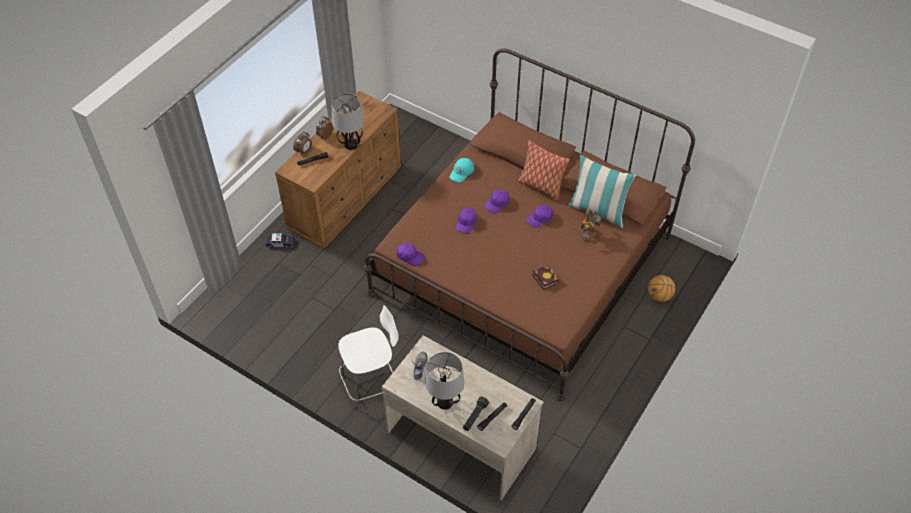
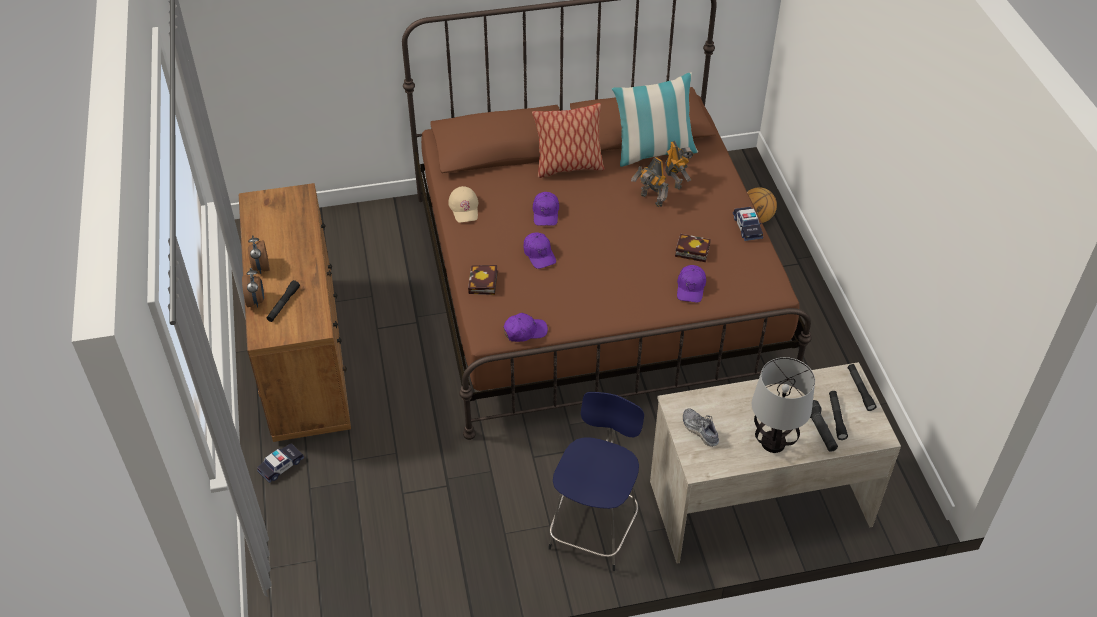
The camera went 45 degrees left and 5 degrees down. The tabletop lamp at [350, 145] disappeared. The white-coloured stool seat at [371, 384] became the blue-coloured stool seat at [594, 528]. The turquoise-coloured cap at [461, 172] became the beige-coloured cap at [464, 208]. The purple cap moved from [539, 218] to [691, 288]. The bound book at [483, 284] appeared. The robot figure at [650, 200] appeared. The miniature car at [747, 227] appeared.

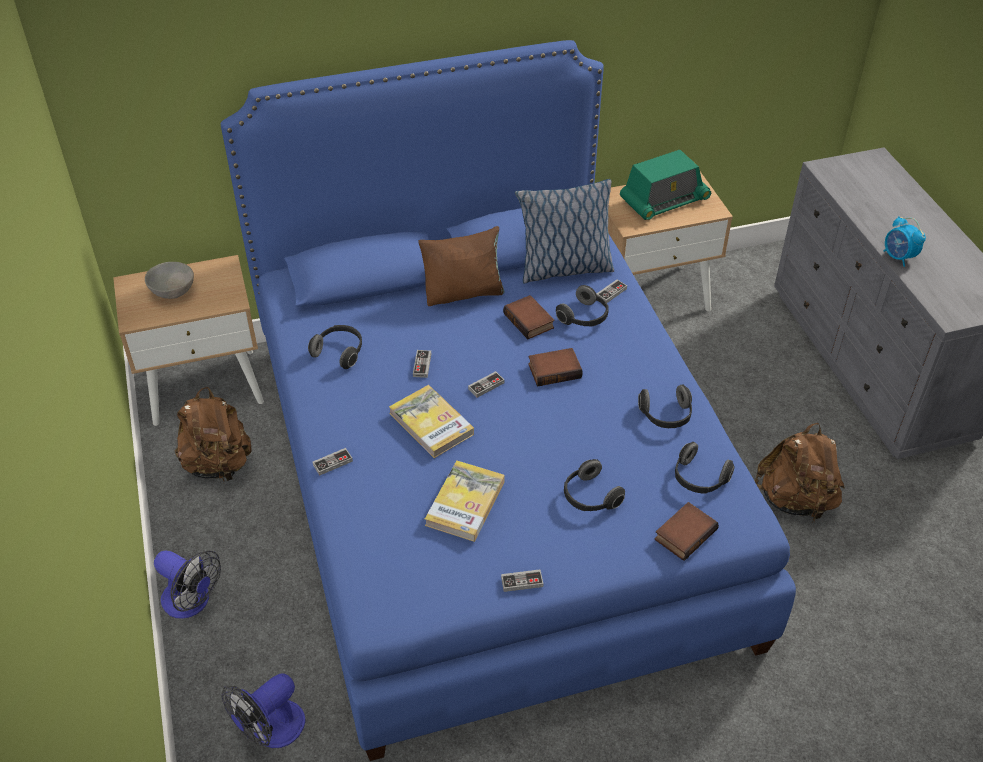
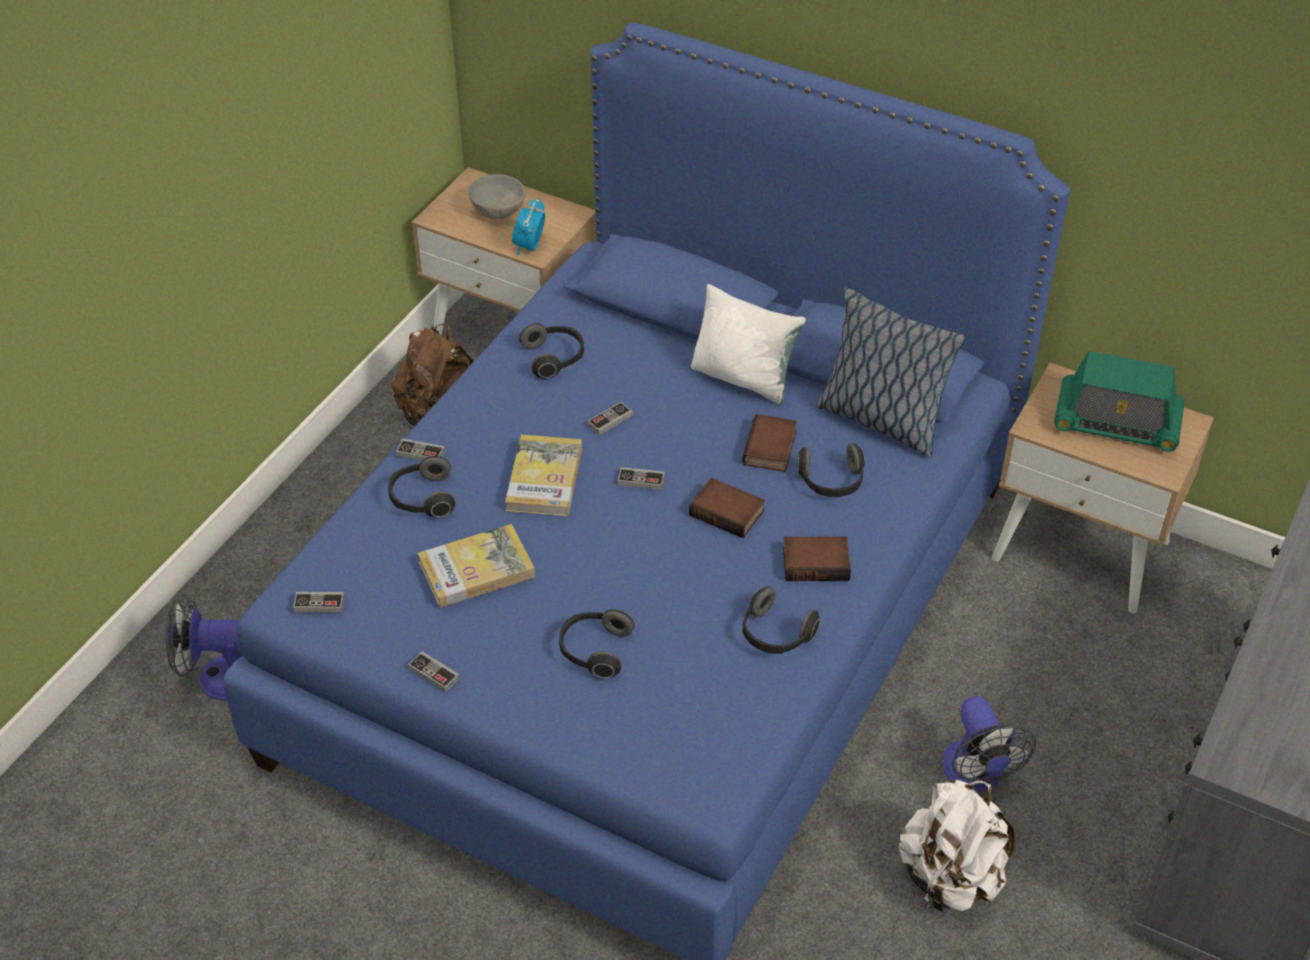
The camera went 45 degrees right and 0 degrees up. The electric fan moved from [192, 602] to [976, 775]. The brown-coloured cushion at [463, 293] became the white-coloured cushion at [744, 378]. The joypad moved from [611, 293] to [319, 604]. The bound book moved from [684, 533] to [816, 562]. The headphones moved from [699, 479] to [422, 499]. The brown-coloured knapsack at [795, 500] became the white-coloured knapsack at [950, 878]. The table clock moved from [898, 257] to [529, 247].

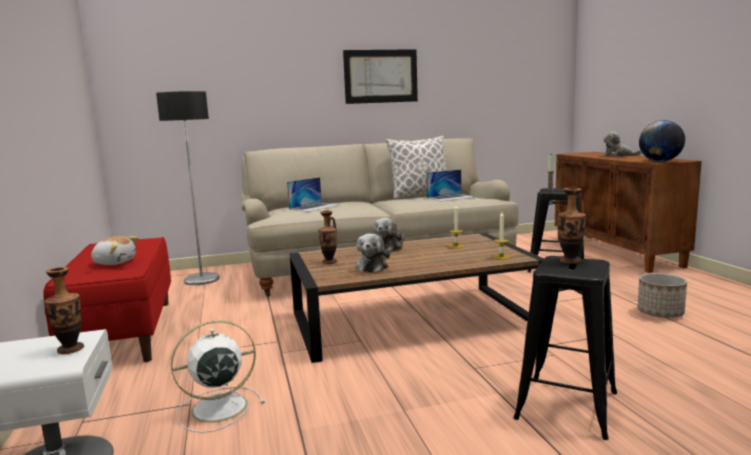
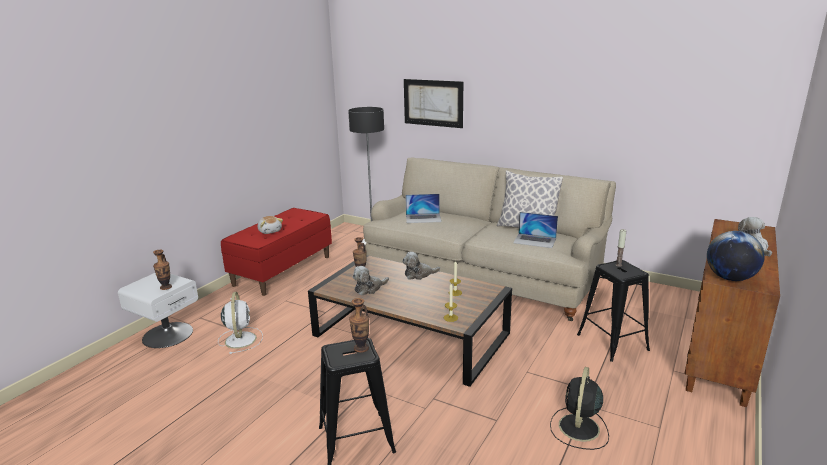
The camera went 45 degrees right and 10 degrees up. The white-coloured electric fan at [217, 408] turned 60 degrees clockwise. The wall picture moved from [381, 76] to [433, 103]. The flower pot at [660, 313] was replaced by the blackish electric fan at [578, 428].

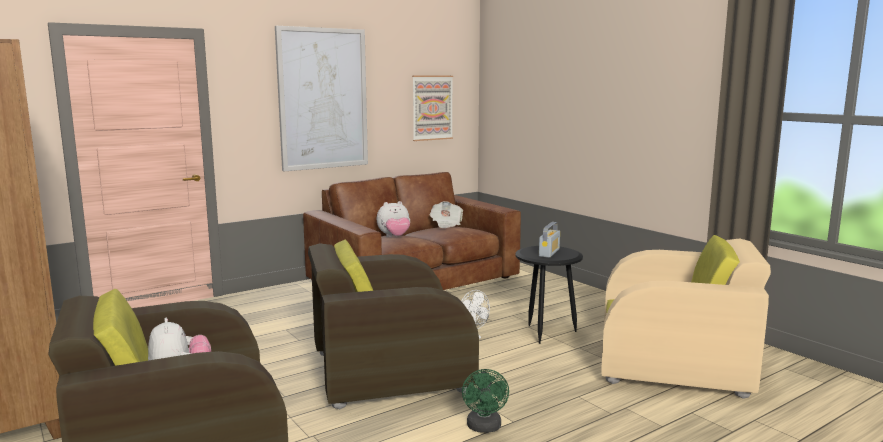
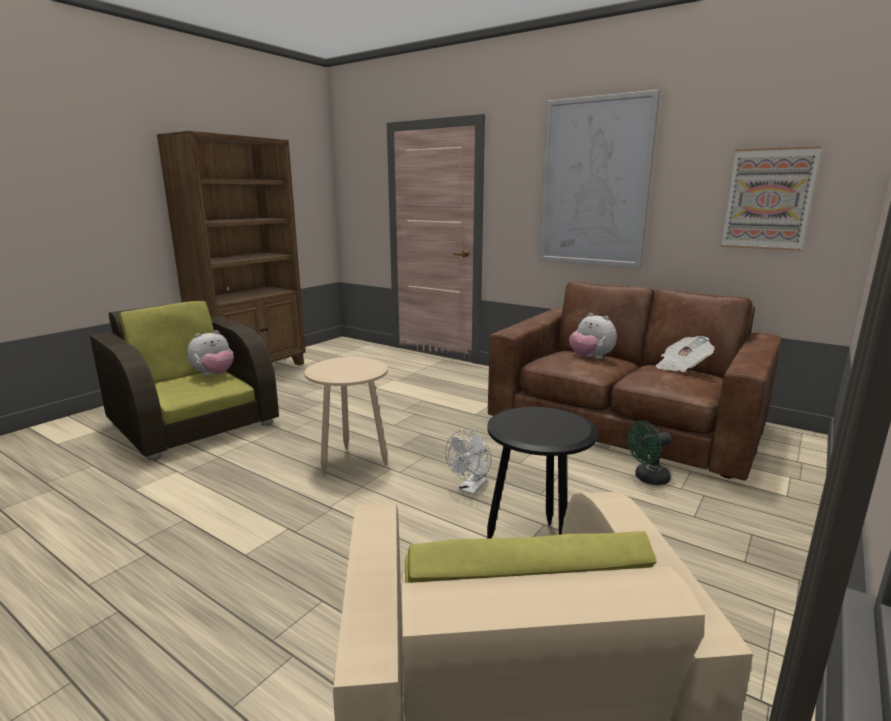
The camera went 70 degrees right and 5 degrees up. The brown-coloured easy chair at [388, 371] was replaced by the beige-coloured side table at [351, 461]. The green electric fan moved from [484, 428] to [647, 478]. The radio receiver at [549, 252] disappeared.

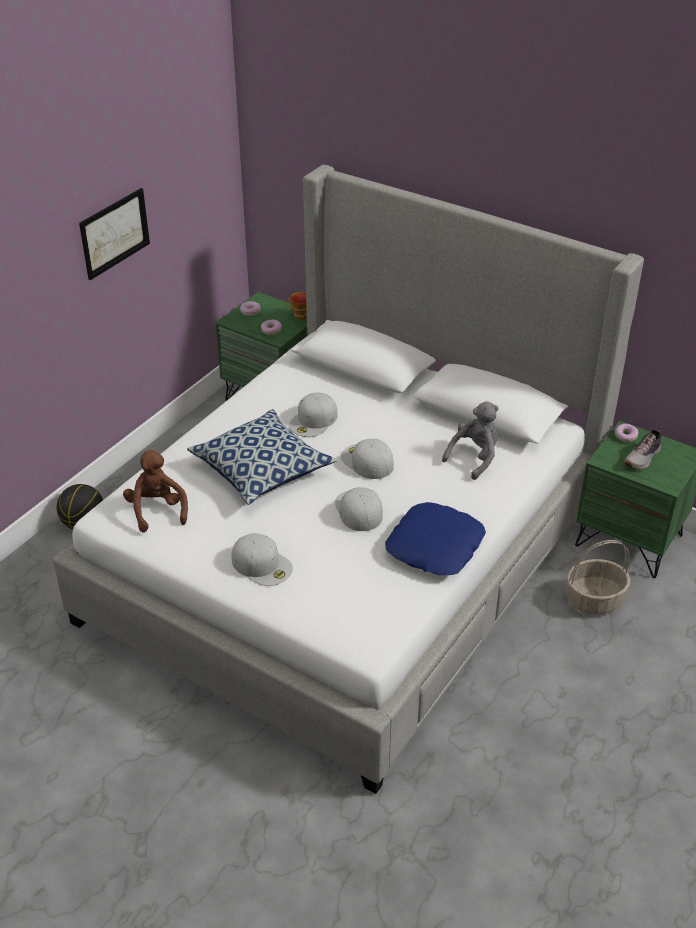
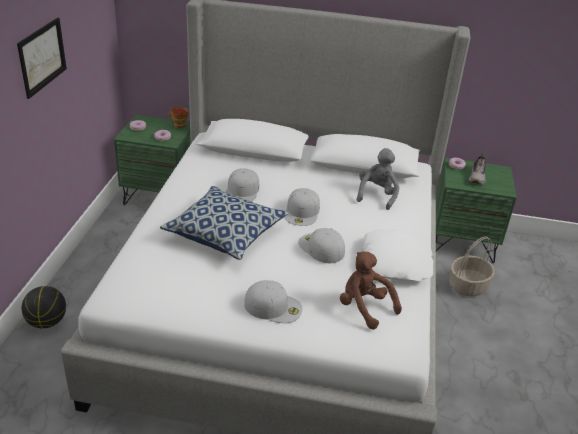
The camera went 25 degrees left and 5 degrees down. The brown-coloured plush toy moved from [157, 510] to [364, 307]. The white-coloured cap at [366, 461] turned 105 degrees counterclockwise. The blue-coloured cushion at [435, 547] became the white-coloured cushion at [396, 262].

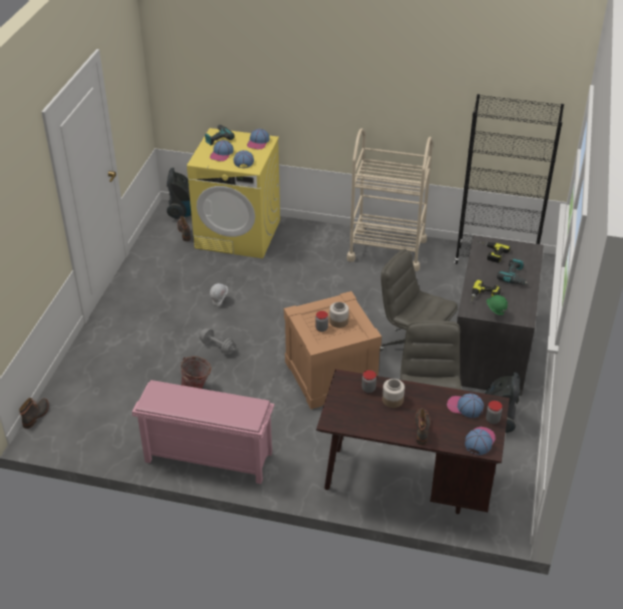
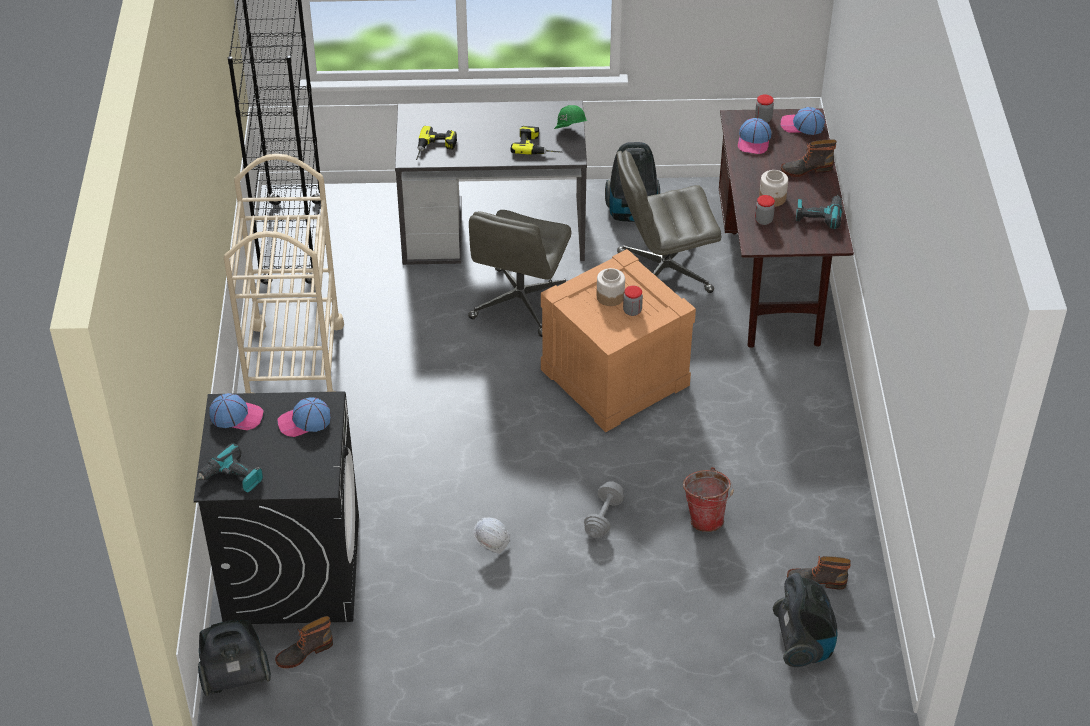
The camera went 105 degrees left and 5 degrees up. The tall boot moved from [36, 415] to [816, 580]. The pink-coloured shoe rack at [207, 458] disappeared. The yellow-coloured laundry appliance at [238, 234] became the blackish laundry appliance at [292, 568]. The cap at [221, 154] disappeared. The drill moved from [514, 277] to [818, 215]. The hoover at [803, 644] appeared.

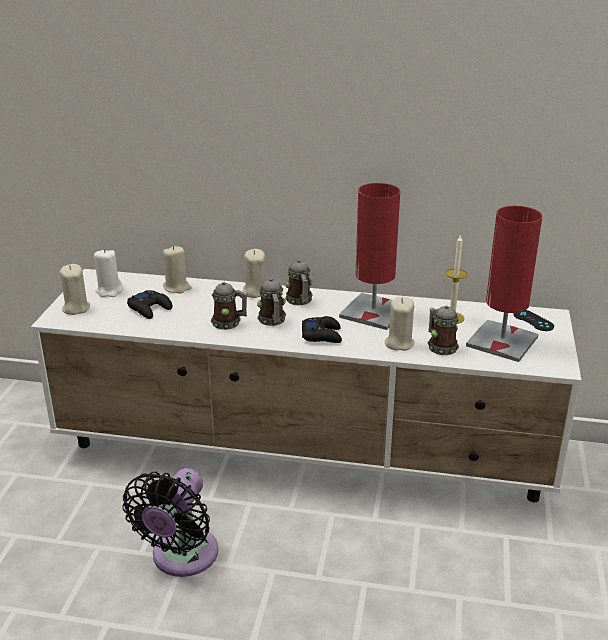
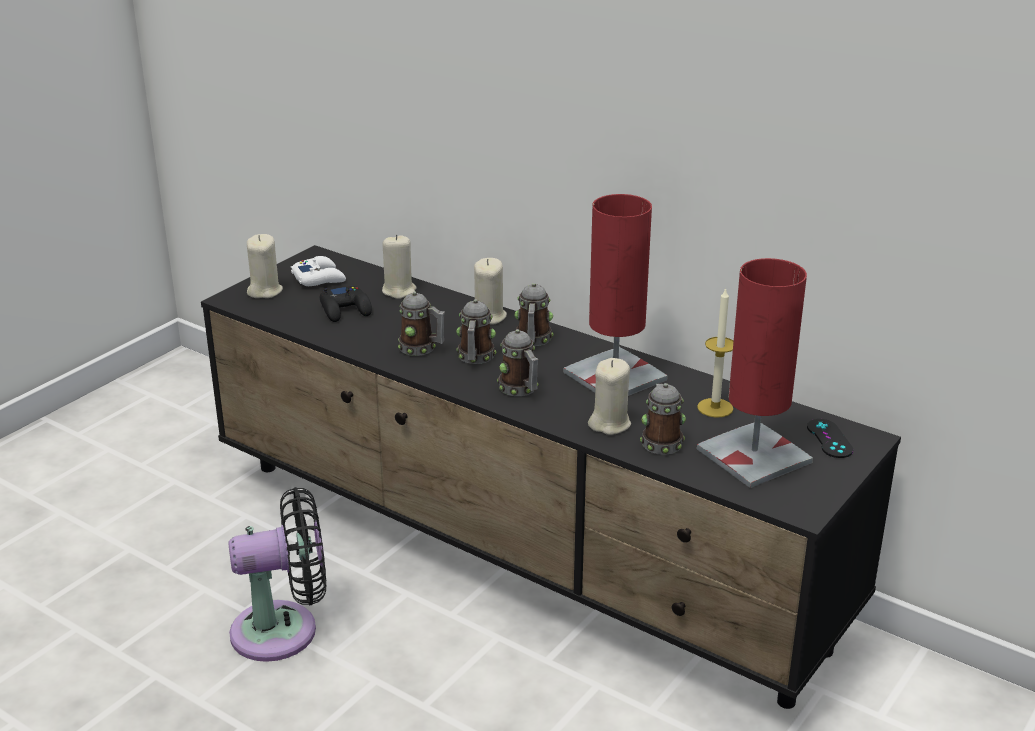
The camera went 25 degrees right and 0 degrees up. The white-coloured tv stand at [306, 454] became the blackish tv stand at [521, 554]. The white-coloured candle at [109, 291] was replaced by the white-coloured joypad at [319, 278]. The blackish electric fan at [181, 558] turned 150 degrees counterclockwise. The blackish joypad at [322, 335] was replaced by the mug at [520, 390].

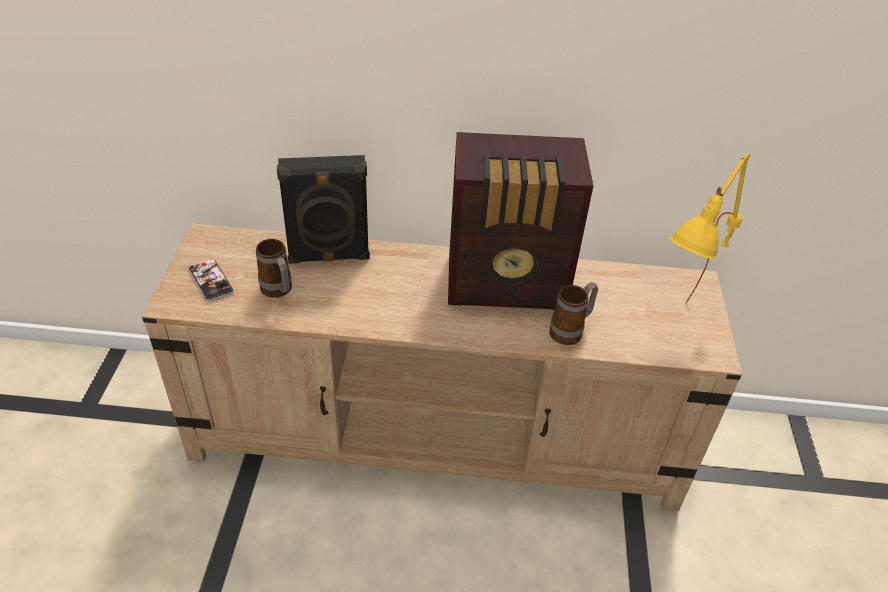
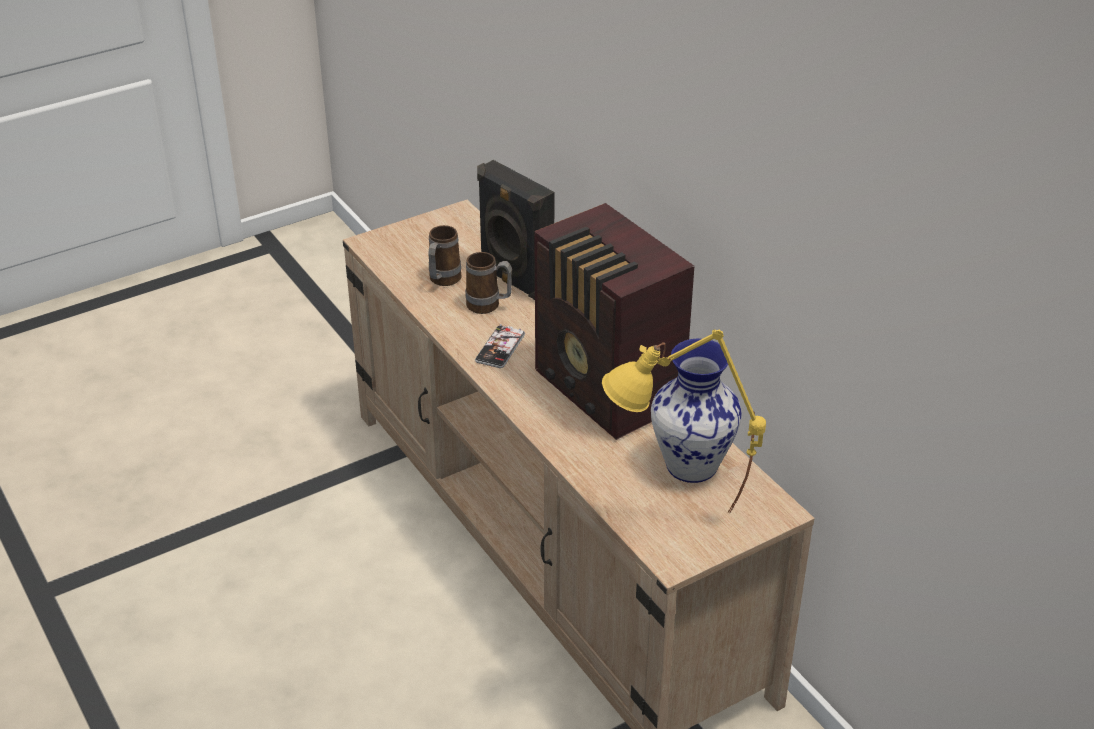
The camera went 55 degrees right and 5 degrees down. The telephone moved from [211, 281] to [500, 348]. The mug moved from [571, 331] to [489, 306]. The decorative vase at [690, 465] appeared.

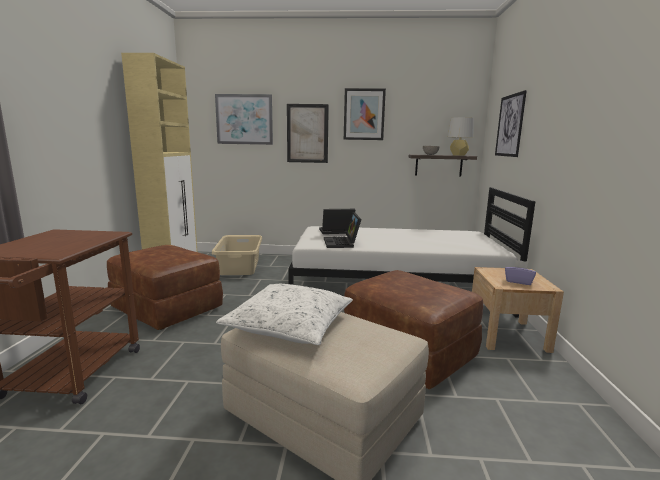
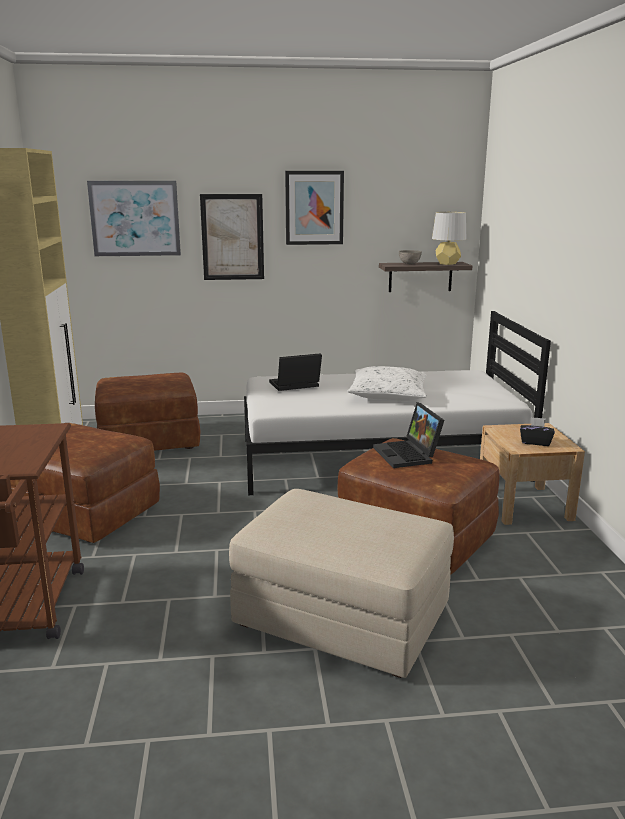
The camera went 10 degrees left and 5 degrees up. The beige-coloured laundry basket at [240, 266] was replaced by the brown-coloured footrest at [150, 440]. The white-coloured cushion moved from [290, 325] to [388, 394]. The portable computer moved from [342, 243] to [408, 455]. The wall picture at [509, 125] disappeared. The purple tissue holder at [518, 281] became the blackish tissue holder at [535, 442].

